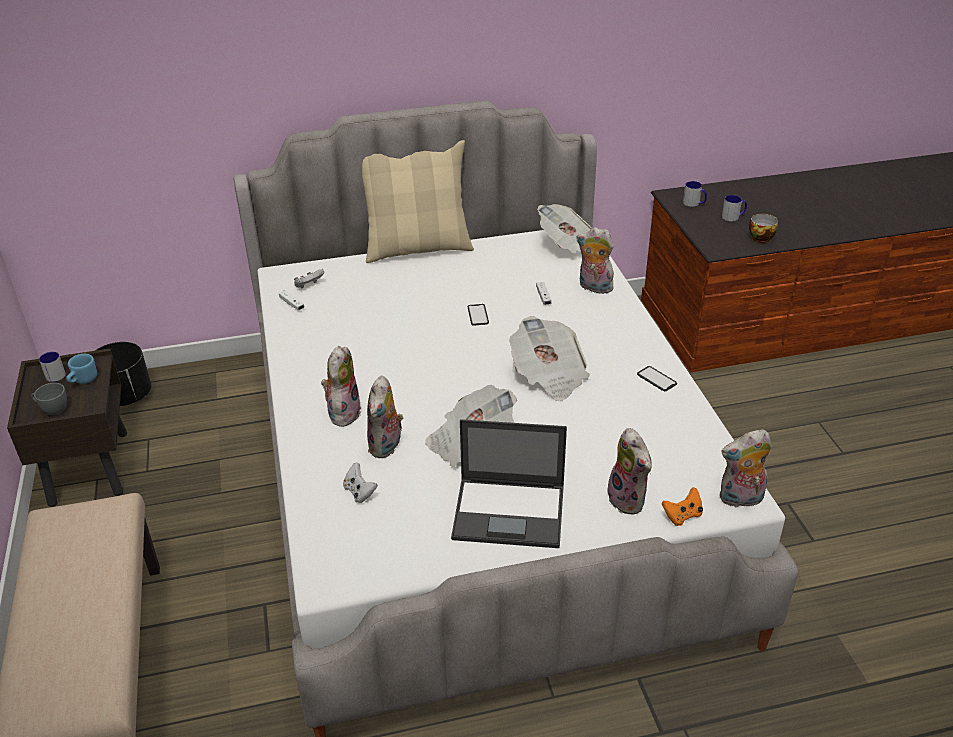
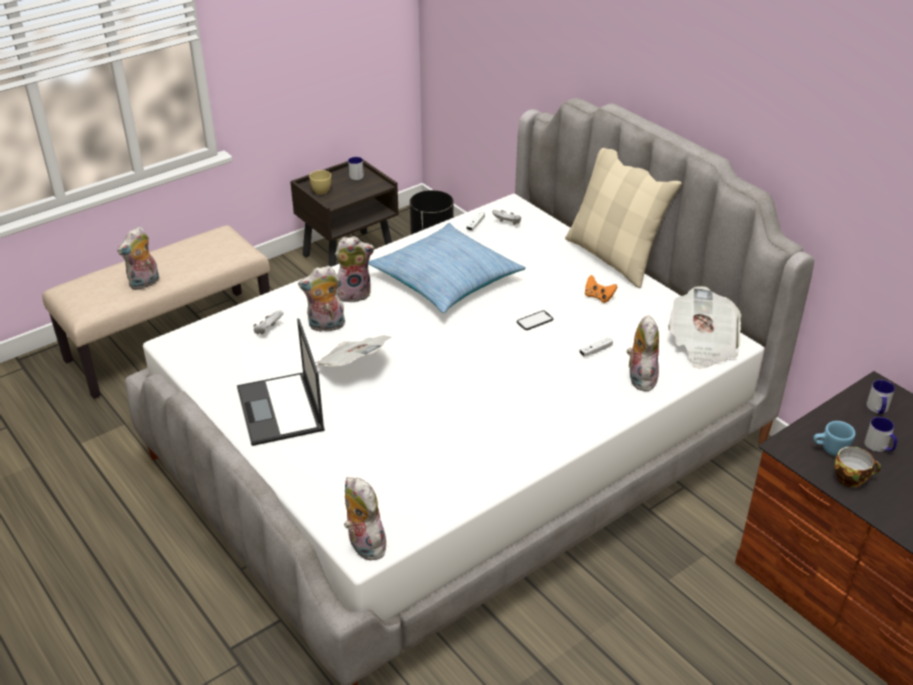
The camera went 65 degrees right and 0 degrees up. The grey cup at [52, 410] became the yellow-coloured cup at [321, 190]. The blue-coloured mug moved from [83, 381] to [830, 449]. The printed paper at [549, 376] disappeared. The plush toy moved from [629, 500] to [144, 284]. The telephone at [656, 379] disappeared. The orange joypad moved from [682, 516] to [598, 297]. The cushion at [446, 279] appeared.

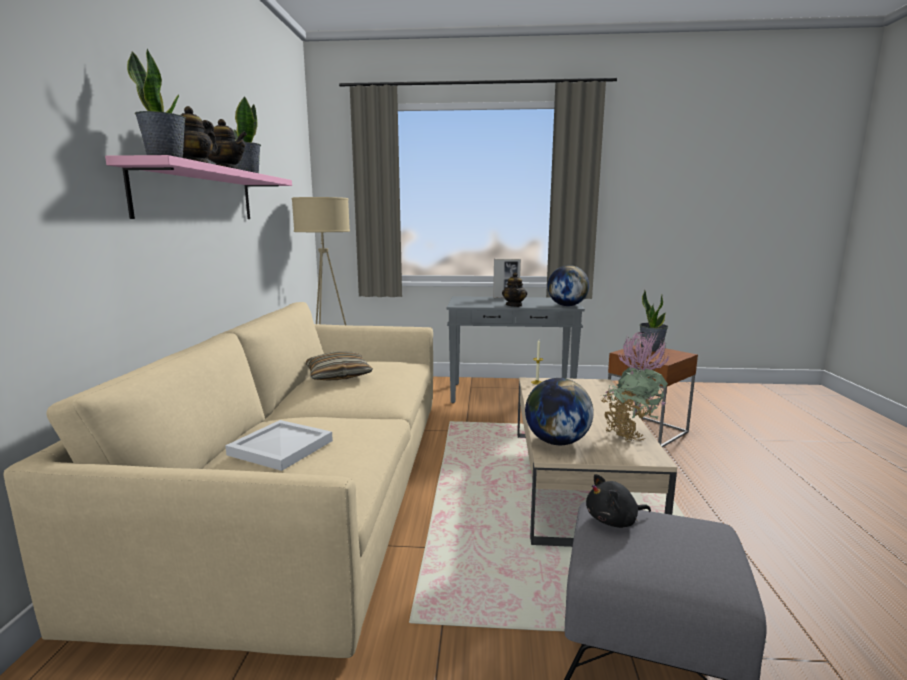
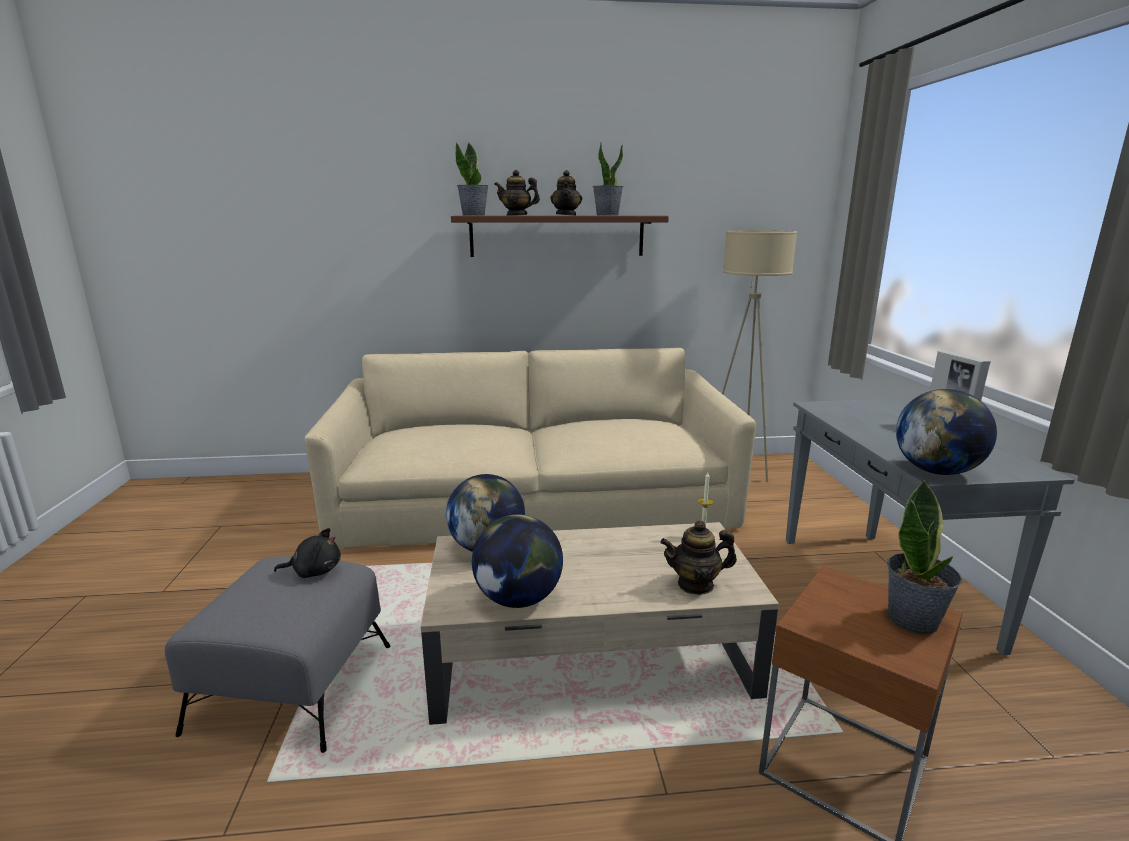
The camera went 80 degrees right and 5 degrees up. The pink-coloured bracket shelf at [198, 195] became the brown-coloured bracket shelf at [557, 236]. The white-coloured tray at [282, 447] disappeared. The cushion at [338, 375] disappeared. The tea pot moved from [514, 305] to [696, 584]. The blackish plush toy at [614, 521] turned 105 degrees clockwise. The potted plant at [630, 434] was replaced by the world globe at [518, 599].

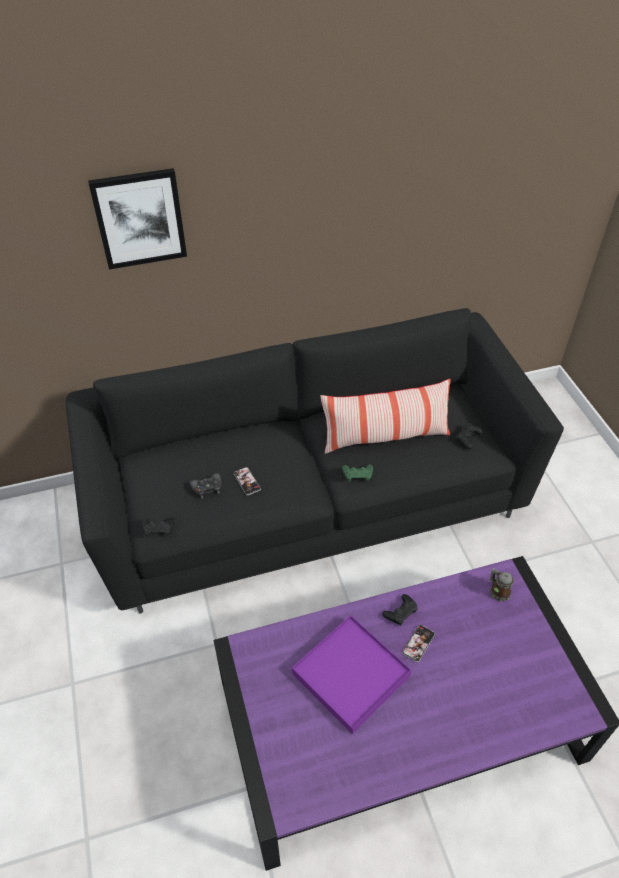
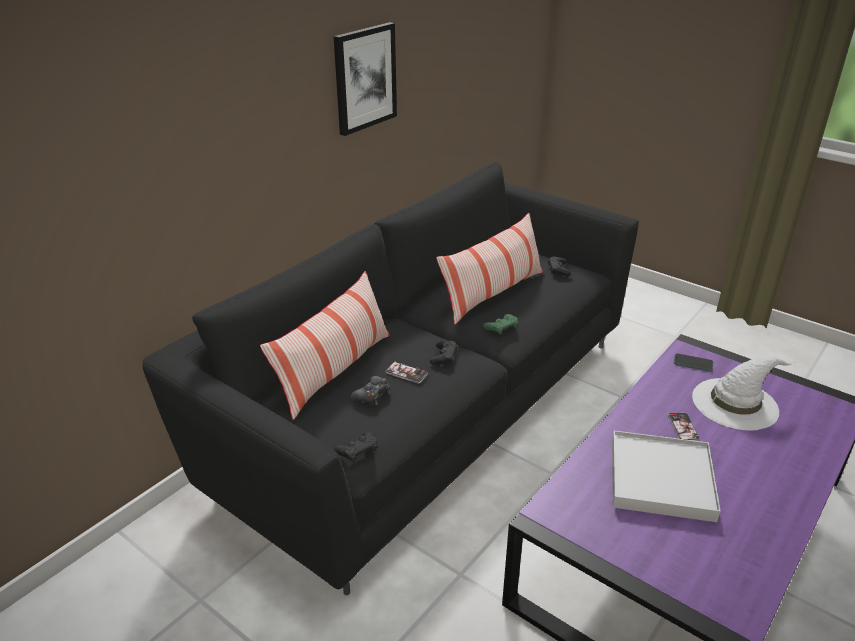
The camera went 35 degrees left and 15 degrees down. The wall picture moved from [139, 218] to [364, 78]. The purple tray at [350, 674] became the white-coloured tray at [660, 479]. The blackish joypad moved from [400, 612] to [444, 356]. The mug at [498, 591] was replaced by the telephone at [693, 363]. The cushion at [334, 371] appeared. The white-coloured clothing hat at [736, 403] appeared.

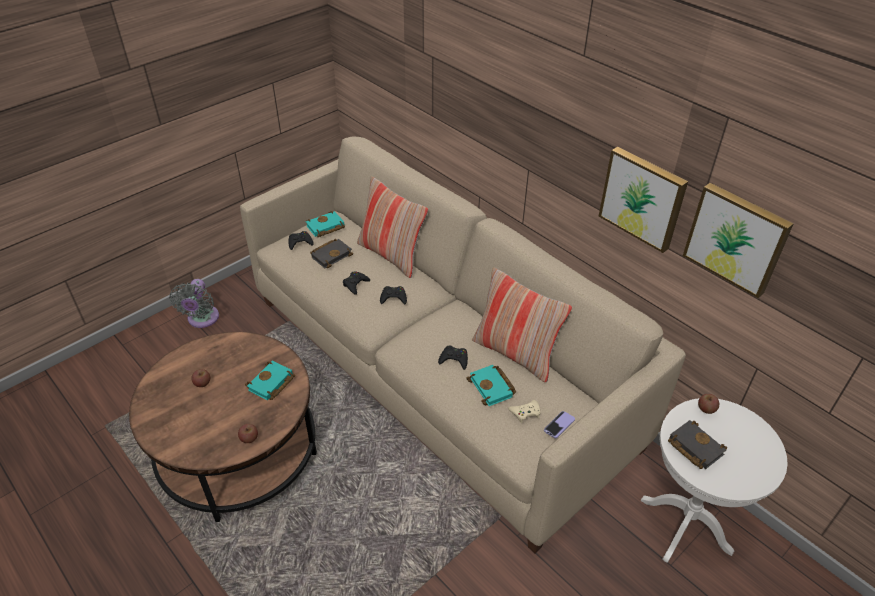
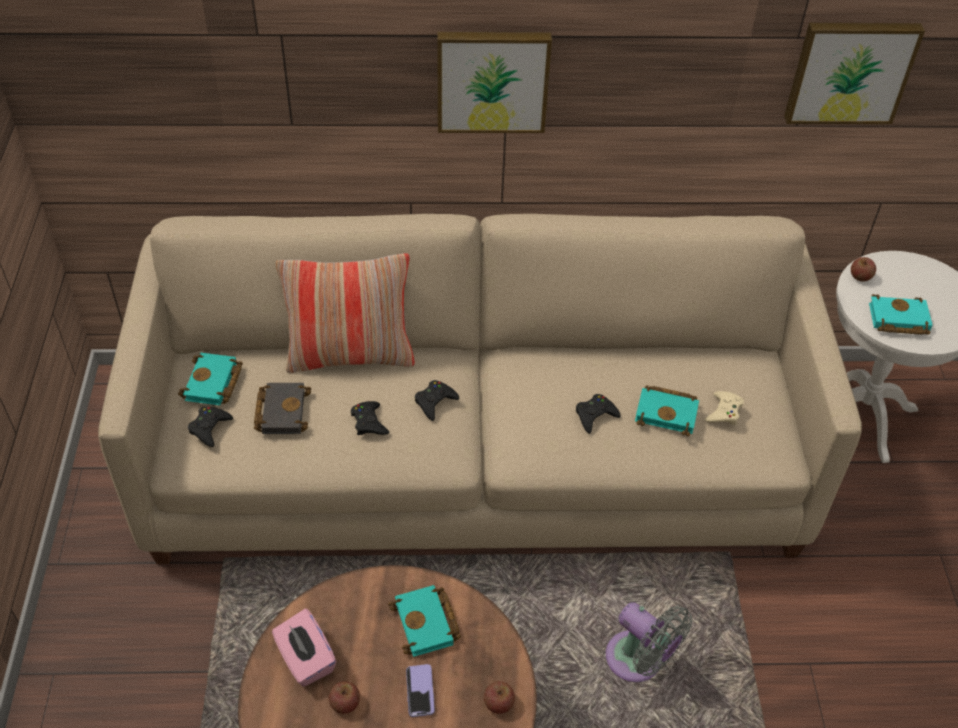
The camera went 50 degrees left and 5 degrees up. The grey electric fan moved from [202, 319] to [638, 662]. The cushion at [515, 353] disappeared. The telephone moved from [559, 425] to [420, 691]. The wall picture moved from [643, 198] to [492, 80]. The blackish bound book at [693, 447] became the turquoise-coloured bound book at [897, 320]. The pink-coloured tissue holder at [305, 659] appeared.

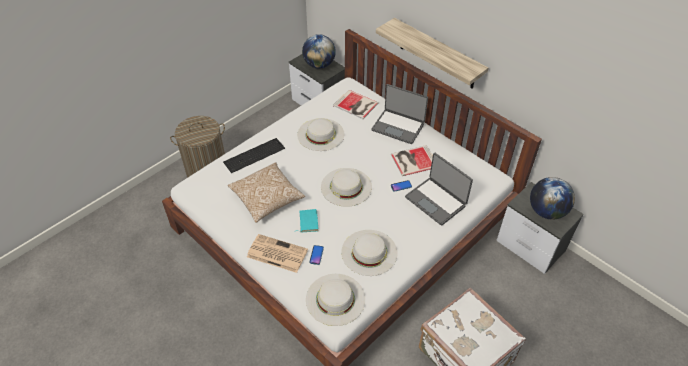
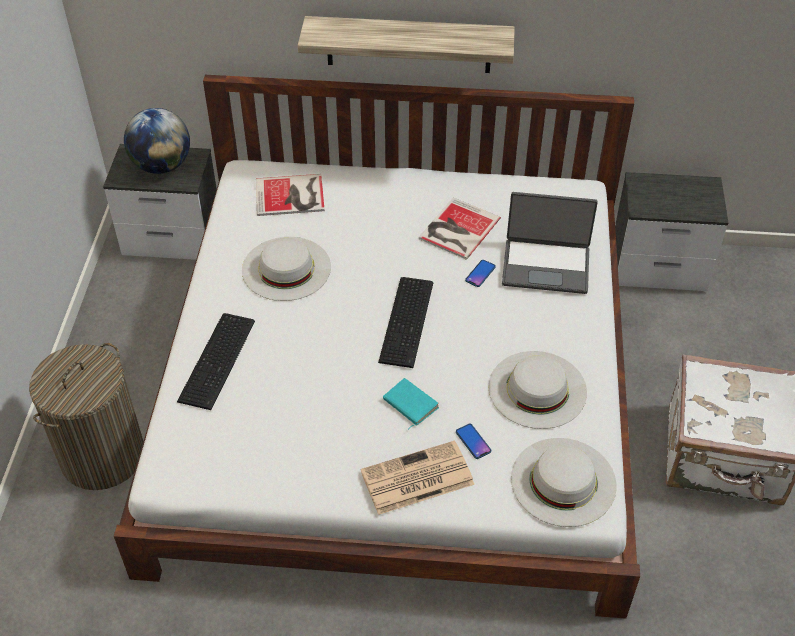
The camera went 40 degrees left and 0 degrees up. The cushion at [267, 198] disappeared. The white-coloured clothing hat at [346, 187] was replaced by the PC keyboard at [409, 321]. The portable computer at [398, 126] disappeared. The world globe at [546, 211] disappeared.

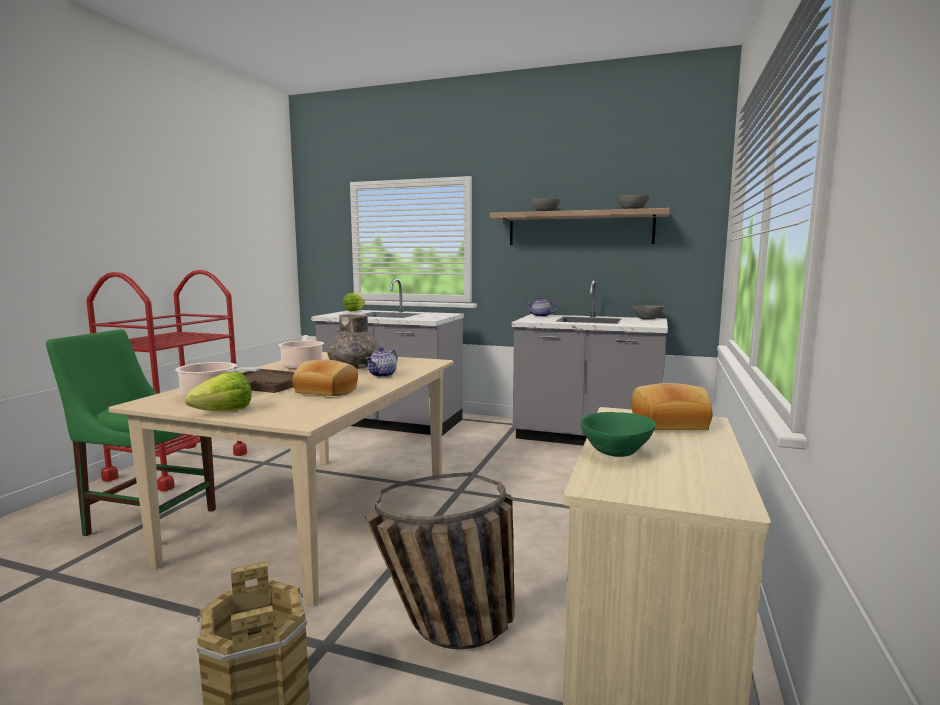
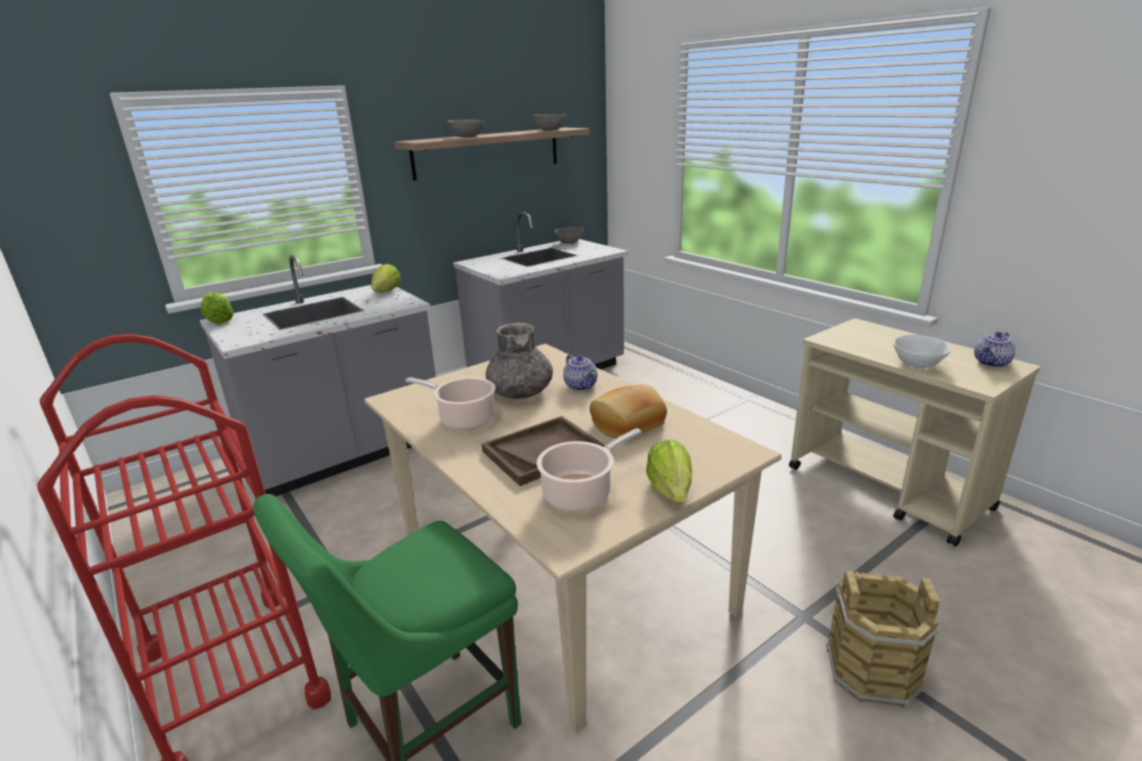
The camera went 55 degrees left and 15 degrees up. The storage basket at [447, 633] disappeared. The tea pot moved from [540, 316] to [992, 363]. The green bowl at [615, 451] became the white-coloured bowl at [916, 364]. The bakery bread at [668, 423] disappeared. The lettuce head at [386, 292] appeared.

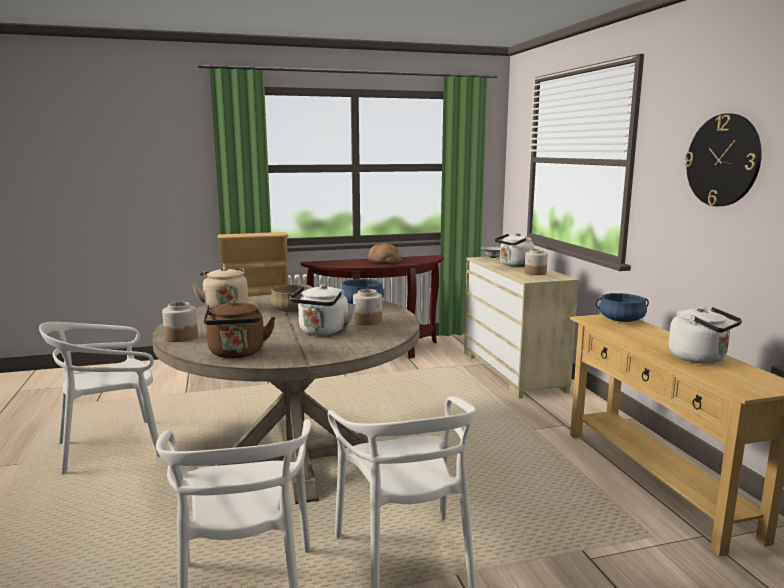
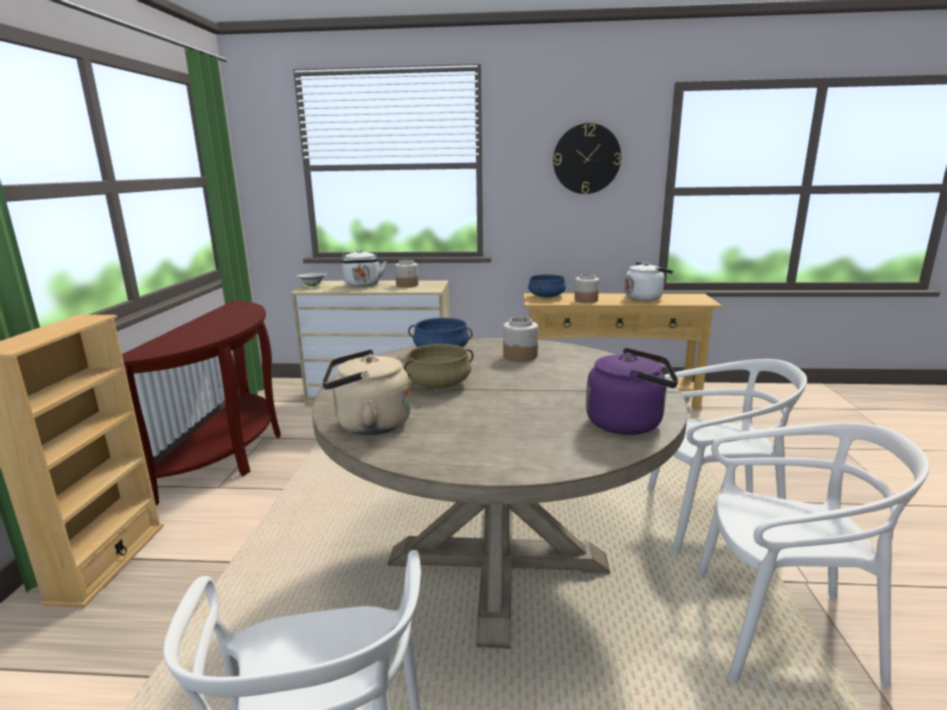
The camera went 70 degrees left and 5 degrees up. The jar moved from [181, 337] to [585, 300]. The brown-coloured tea kettle at [237, 354] became the purple tea kettle at [629, 423]. The white-coloured tea kettle at [323, 332] disappeared. The bakery bread at [384, 261] disappeared.

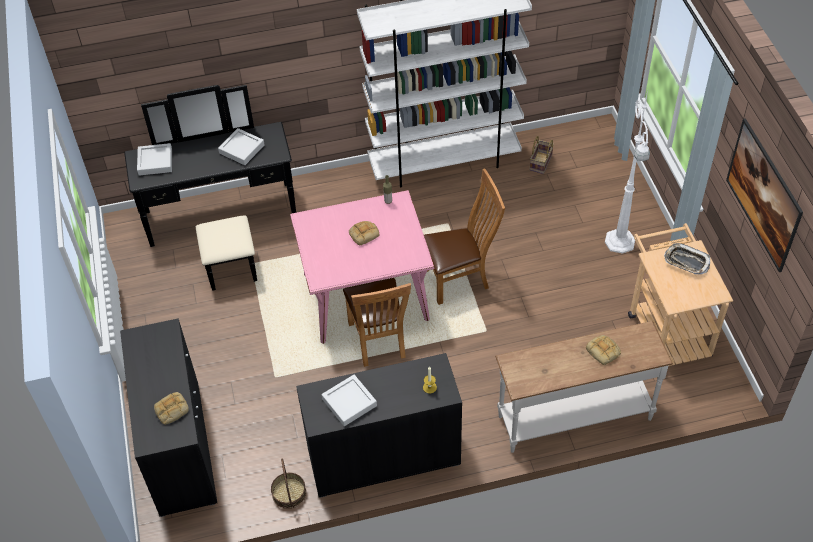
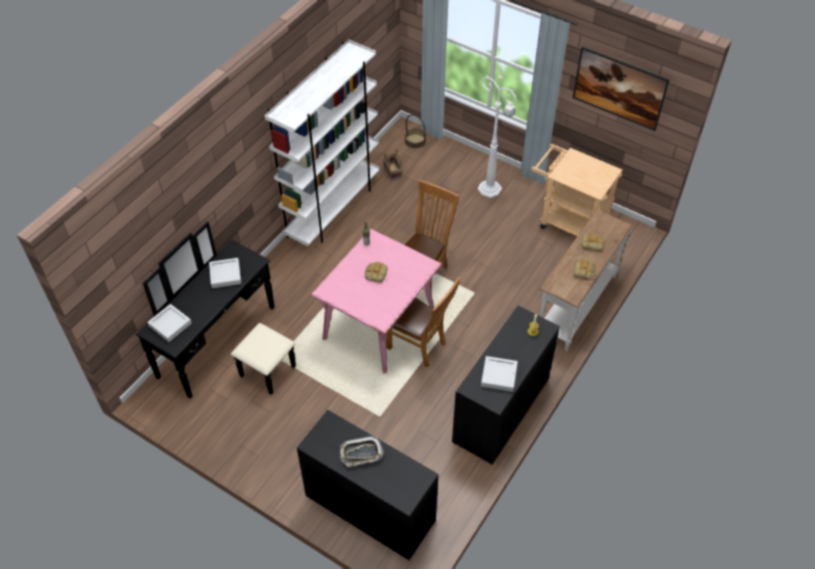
The camera went 45 degrees left and 0 degrees up. The bakery bread moved from [171, 410] to [584, 271]. The storage basket moved from [289, 493] to [415, 141]. The tray moved from [686, 261] to [361, 453].

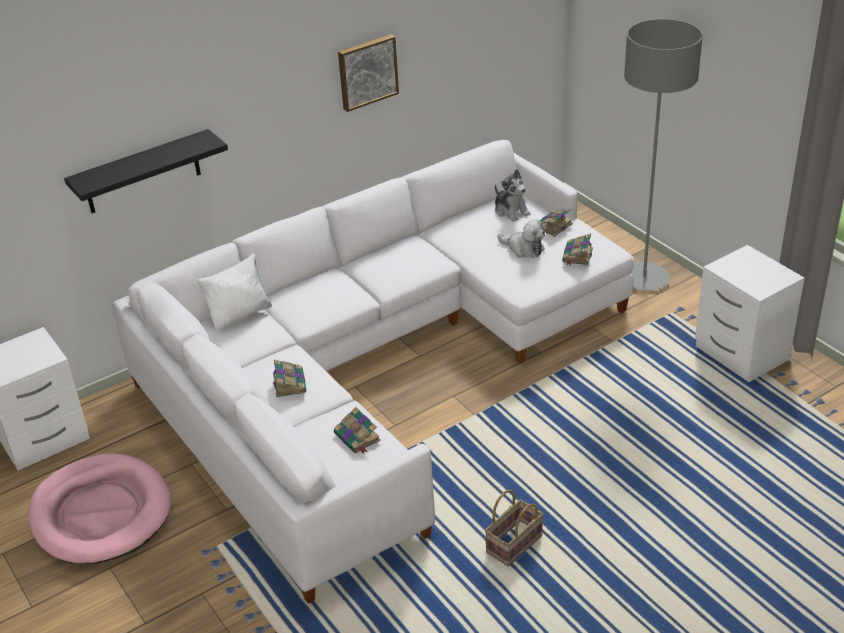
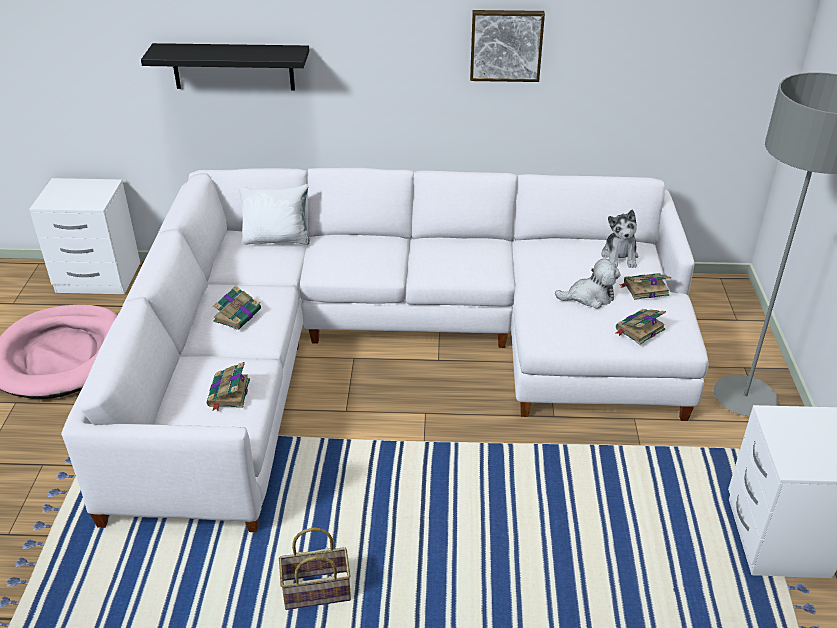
The camera went 35 degrees right and 0 degrees up. The plush toy at [524, 249] turned 75 degrees counterclockwise.

